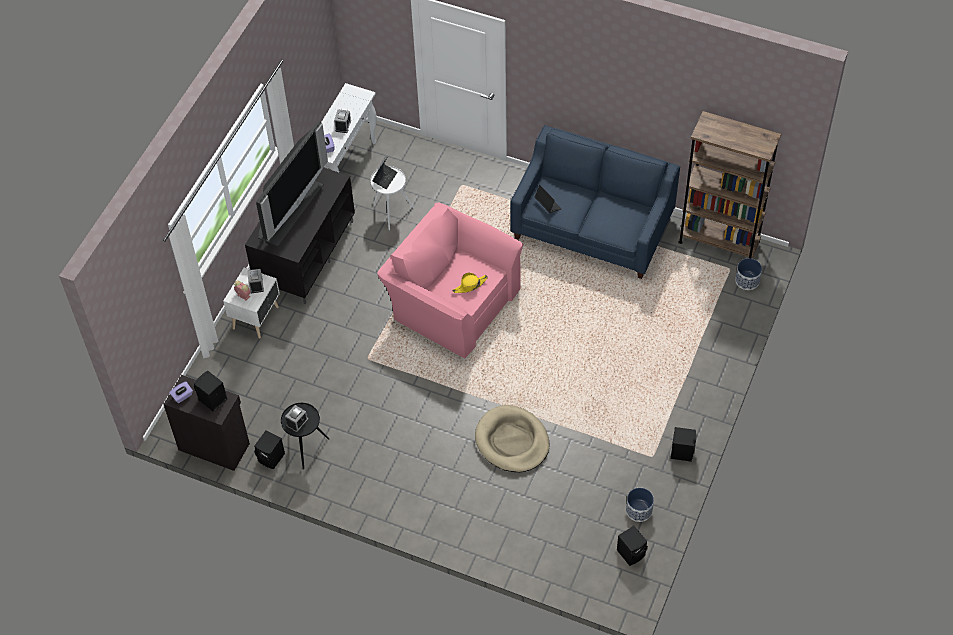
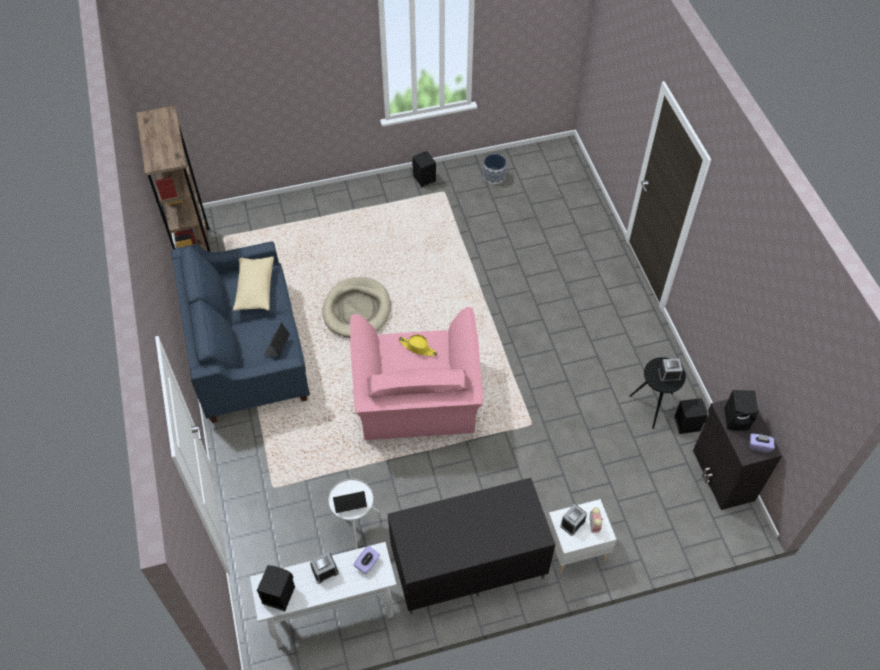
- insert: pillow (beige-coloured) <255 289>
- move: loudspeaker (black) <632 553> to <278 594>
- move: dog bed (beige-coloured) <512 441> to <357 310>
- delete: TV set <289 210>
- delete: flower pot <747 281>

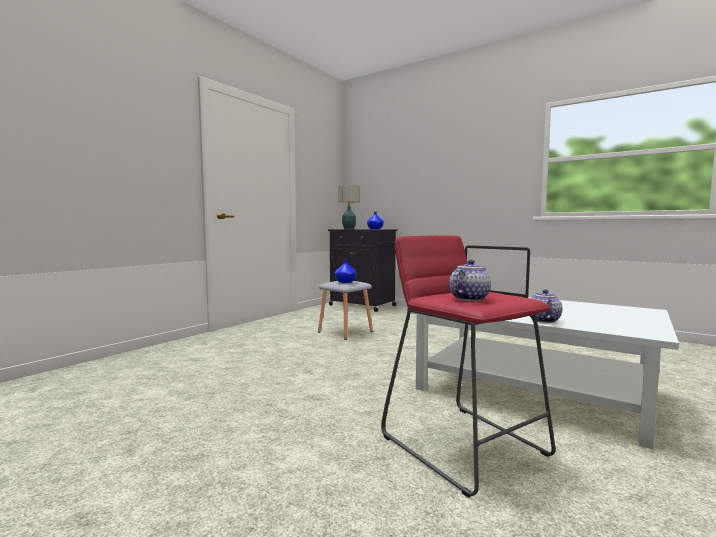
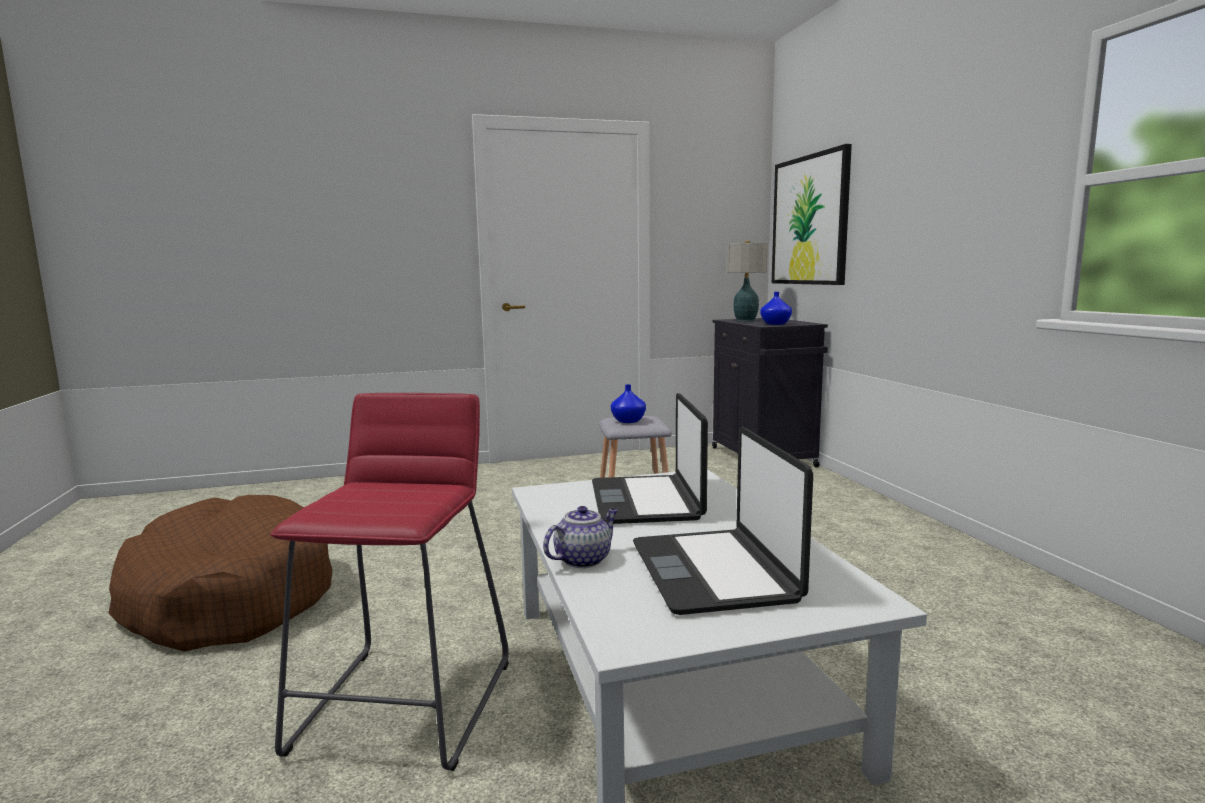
- insert: dog bed (brownish) <230 596>
- insert: portable computer <714 572>
- insert: wall picture <810 220>
- delete: teapot <469 298>

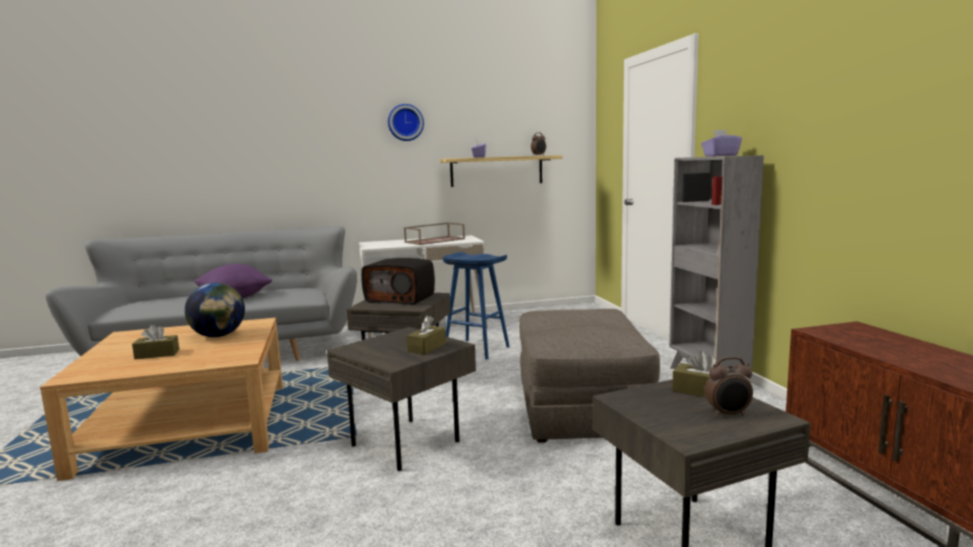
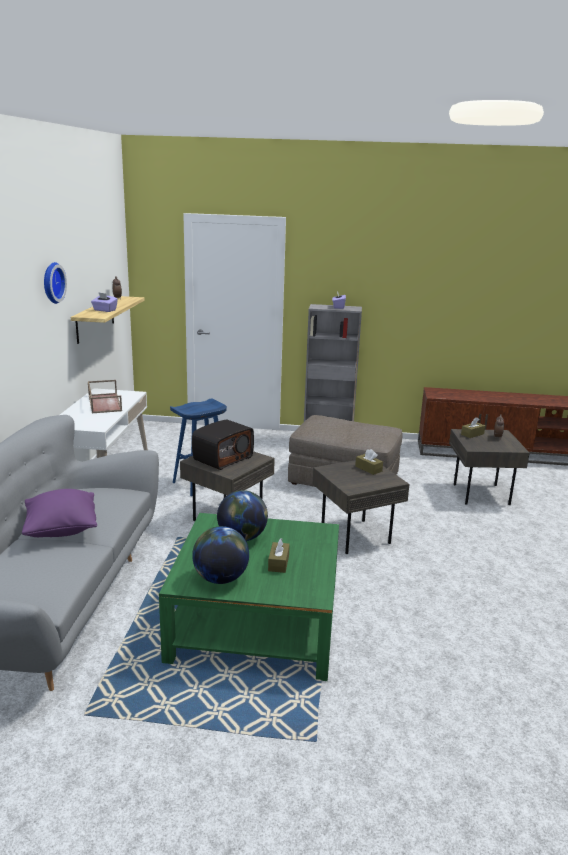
- recolor: coffee table (beige-coloured) <188 425> to coffee table (green) <256 620>
- insert: desk globe <220 578>

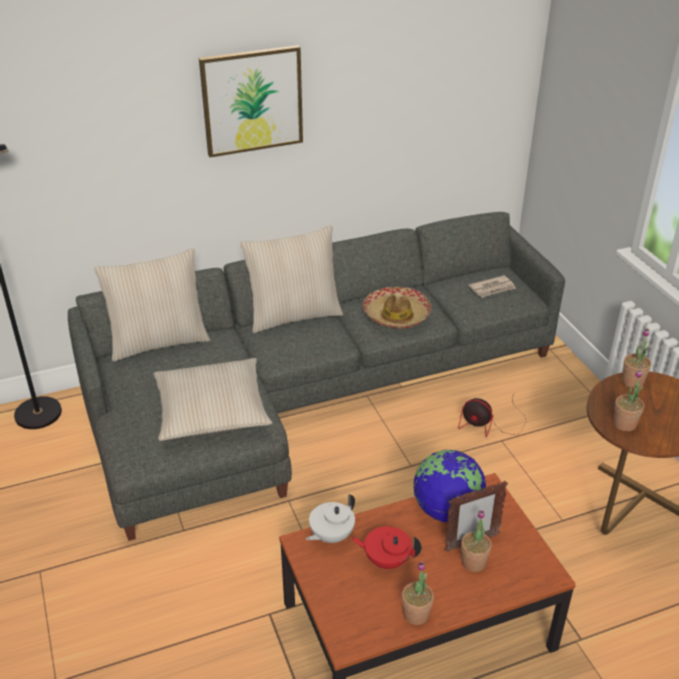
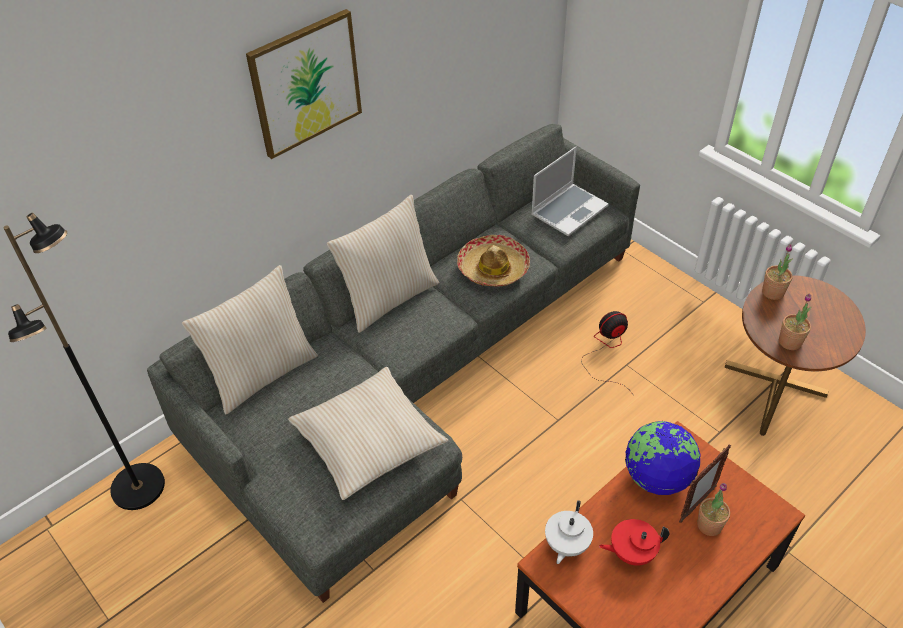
- replace: daily paper <492 288> to portable computer <569 210>
- rotate: electric fan <489 424> = <607 350> 150 degrees clockwise
- delete: plant in a pot <416 614>

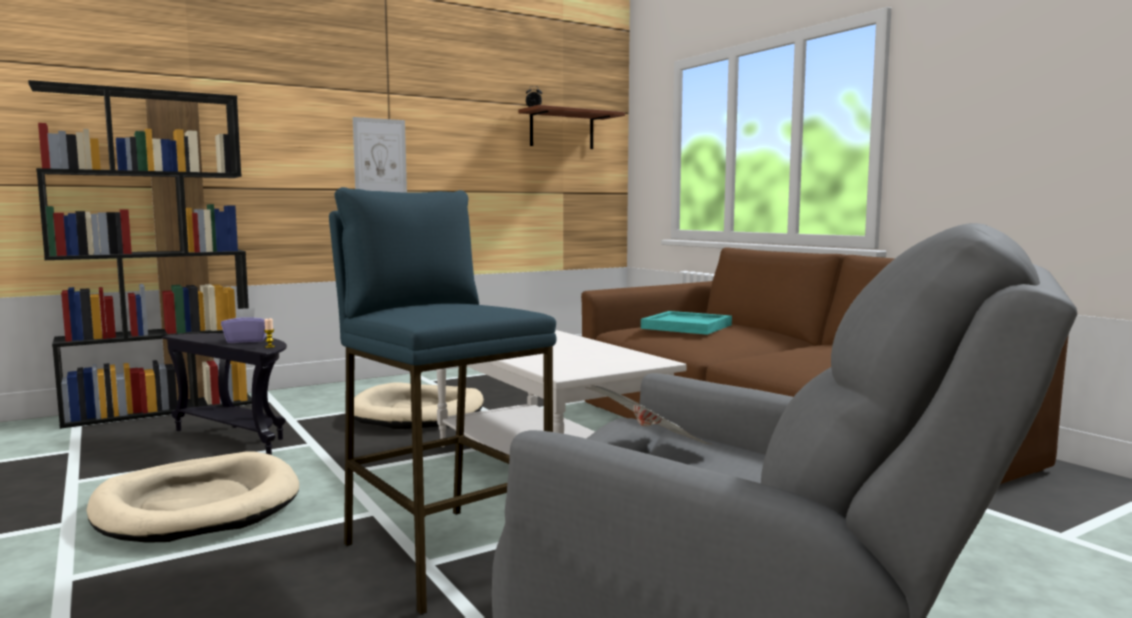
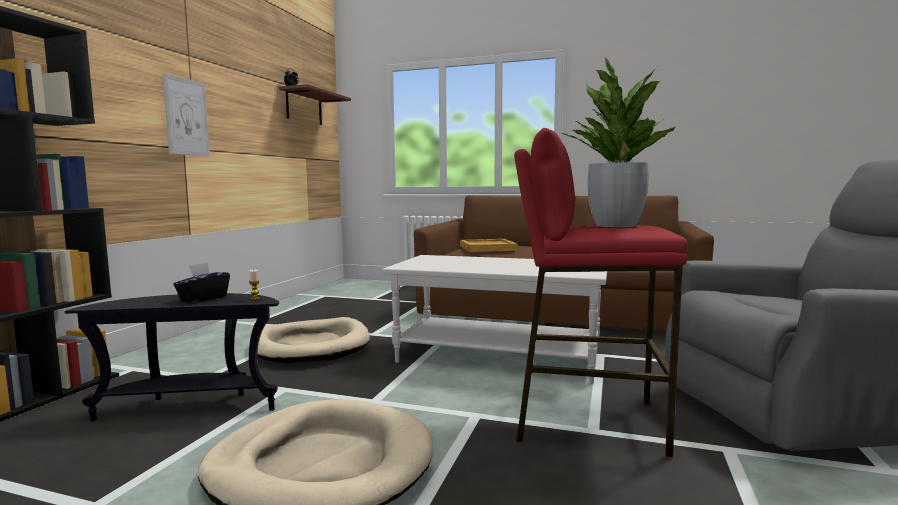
- recolor: tissue box (purple) <246 341> to tissue box (black) <203 298>
- recolor: tray (turquoise) <687 326> to tray (beige-coloured) <488 248>
- recolor: stool (bluish) <444 554> to stool (red) <586 421>
- insert: plant in a pot <616 225>
- delete: daily paper <650 449>

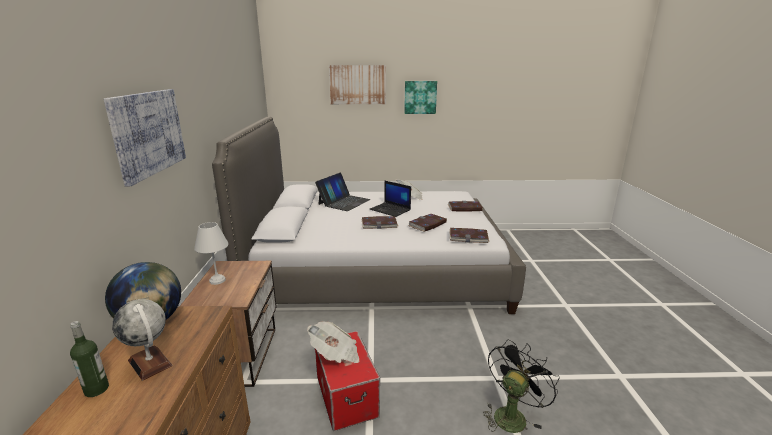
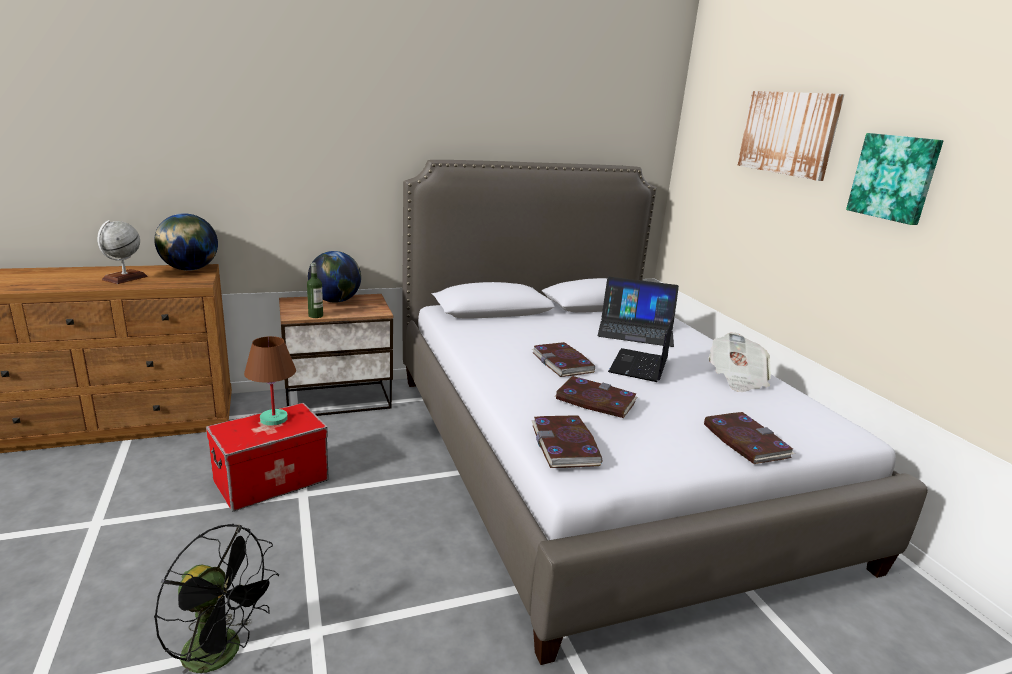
- replace: daily paper <335 354> to table lamp (brownish) <274 419>
- move: beverage bottle <96 389> to <315 315>
- replace: table lamp (white) <217 280> to desk globe <335 301>
- delete: wall picture <148 133>

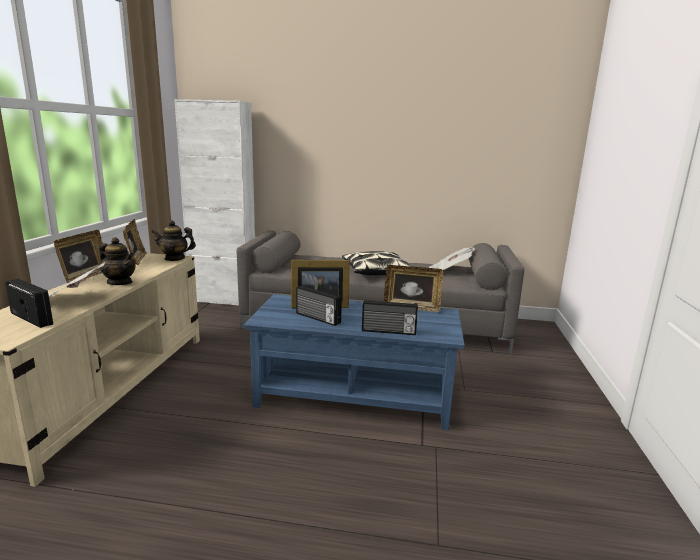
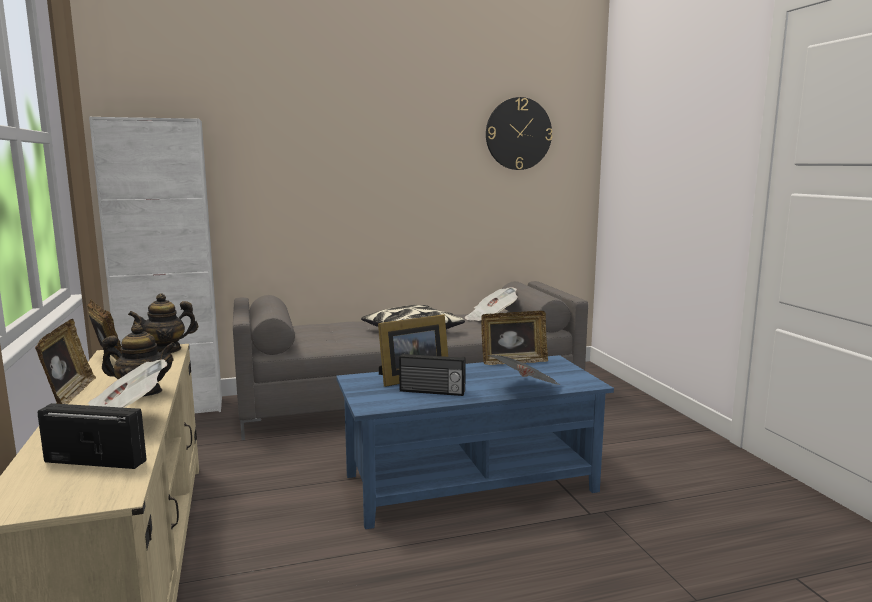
- insert: wall clock <518 134>
- replace: radio receiver <388 331> to daily paper <526 390>

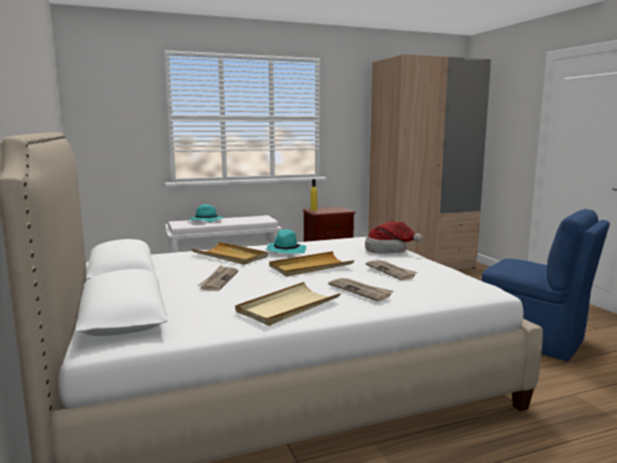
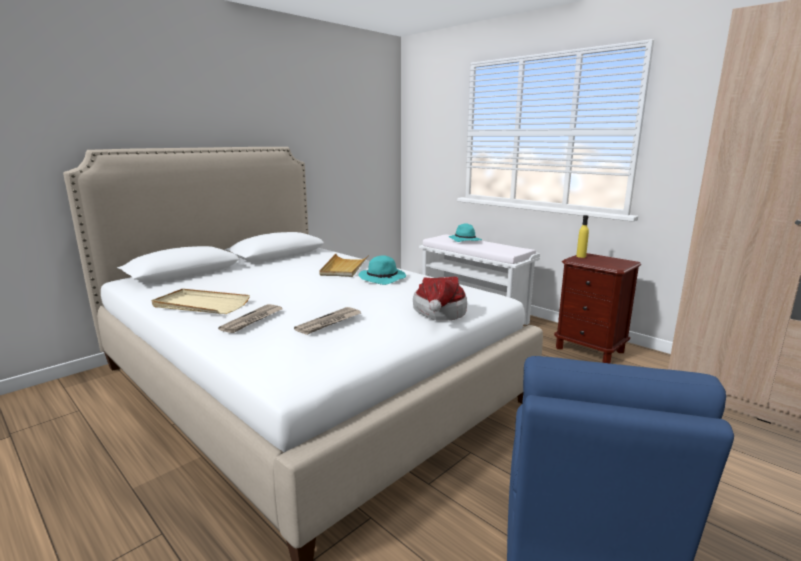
- delete: daily paper <219 280>
- delete: tray (beige-coloured) <310 267>

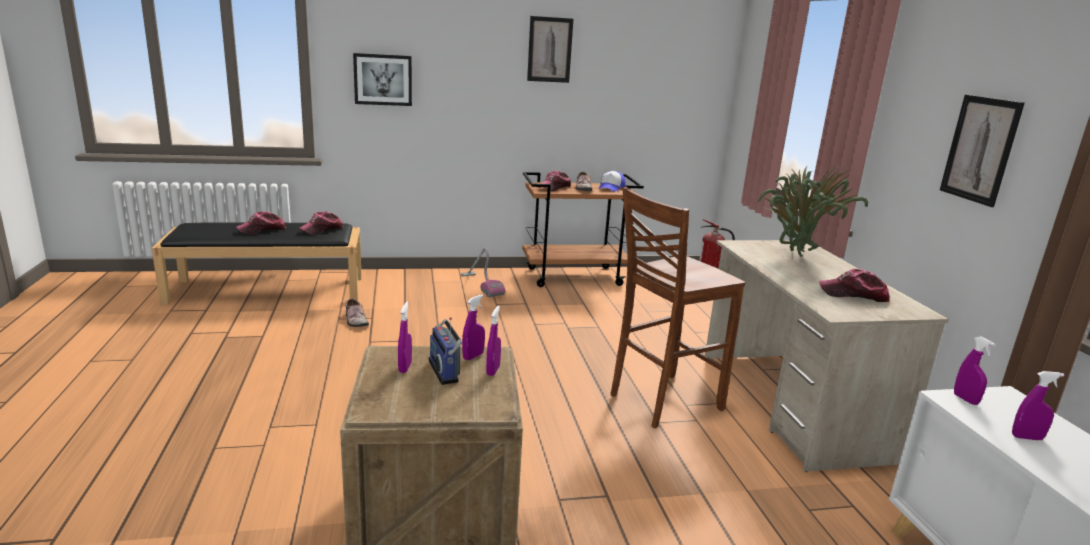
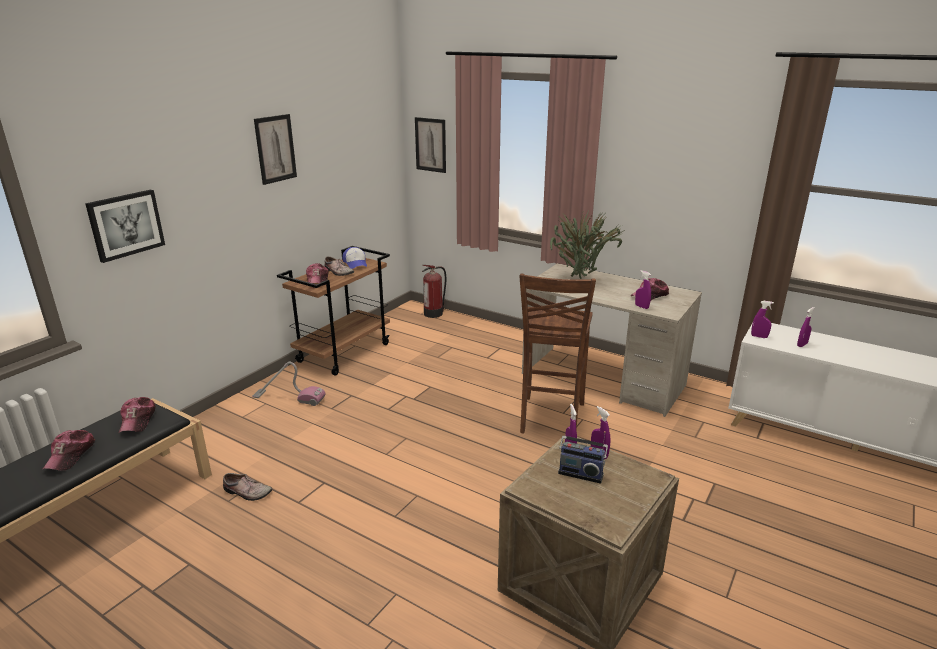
- move: wall picture <980 149> to <430 145>
- move: hand sprayer (purple) <405 367> to <641 307>

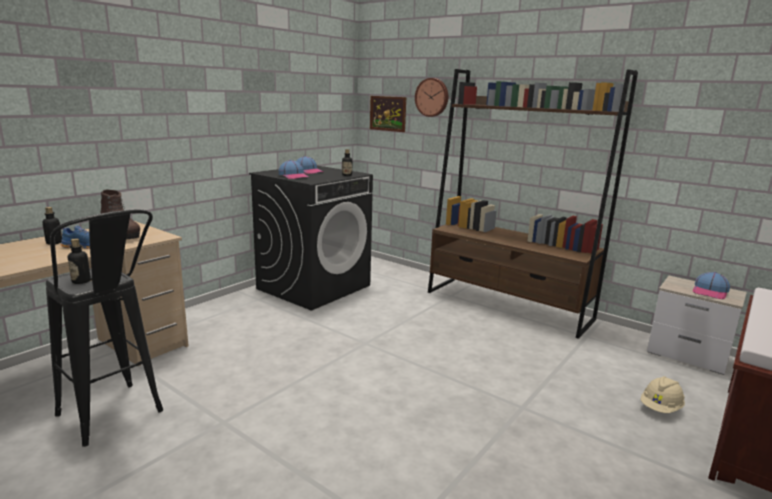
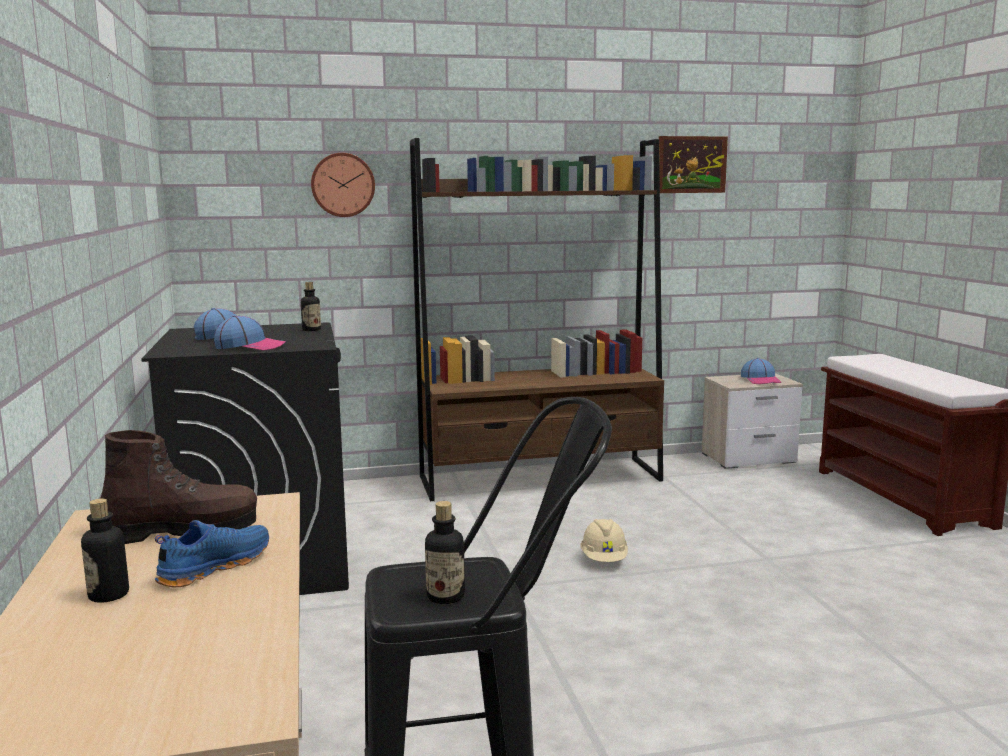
- move: hard hat (beige-coloured) <660 408> to <604 559>
- move: wall picture <388 113> to <691 164>

